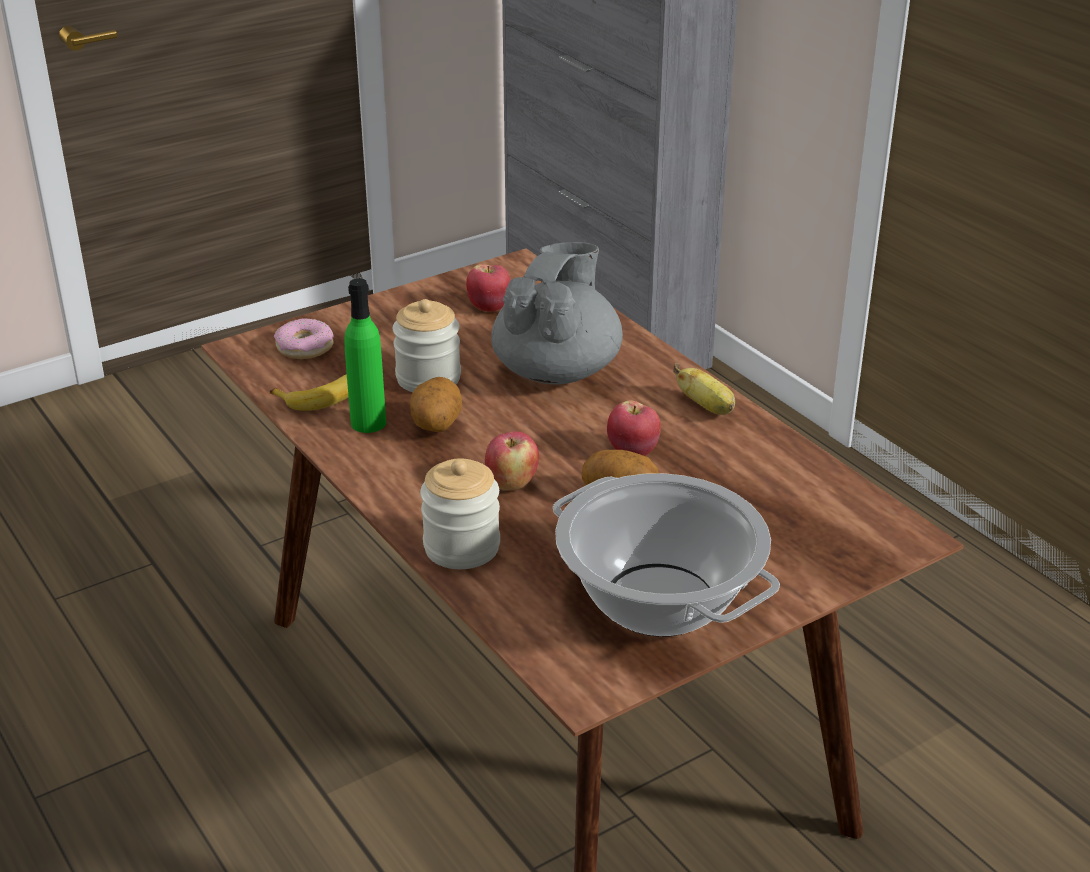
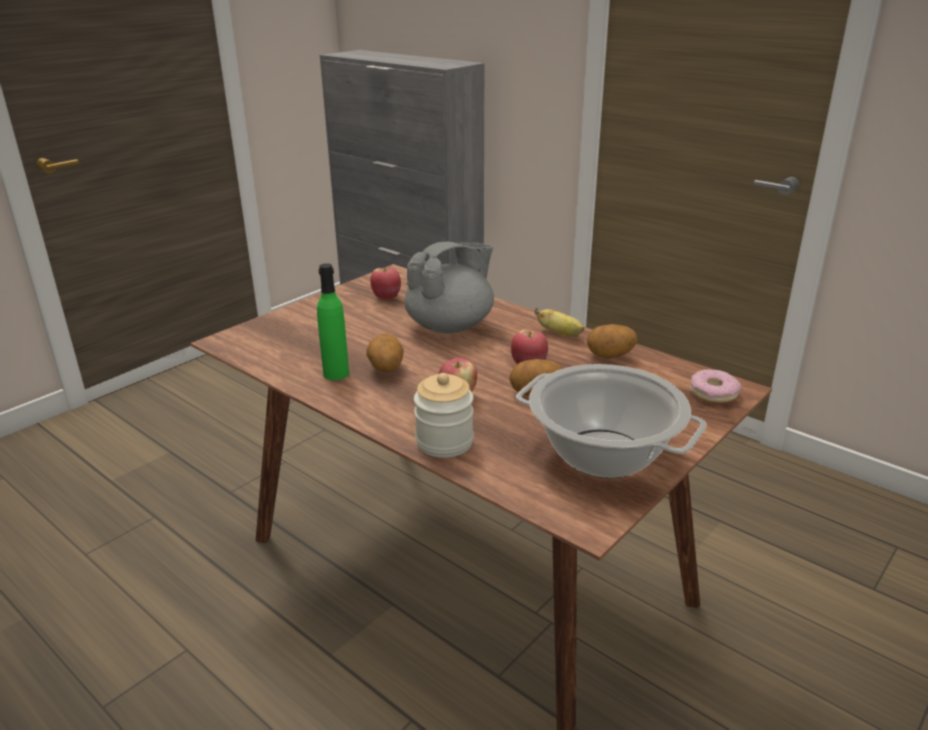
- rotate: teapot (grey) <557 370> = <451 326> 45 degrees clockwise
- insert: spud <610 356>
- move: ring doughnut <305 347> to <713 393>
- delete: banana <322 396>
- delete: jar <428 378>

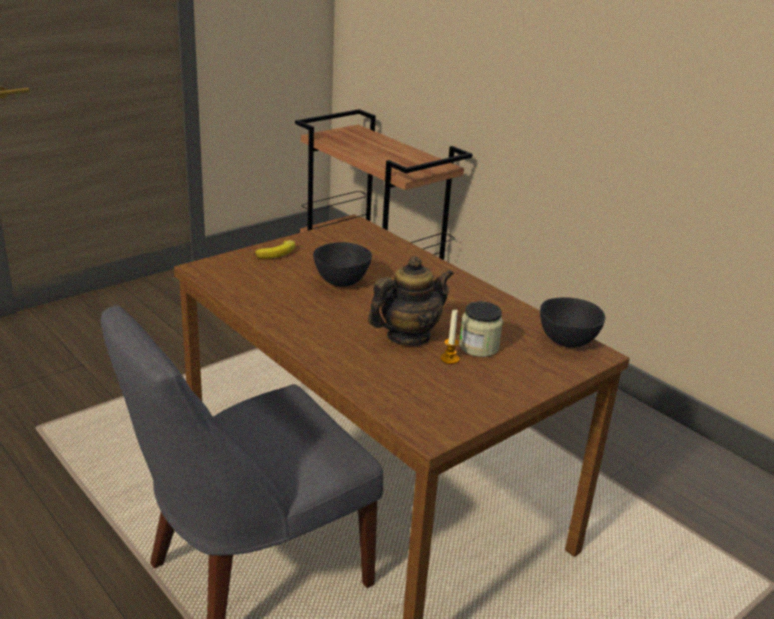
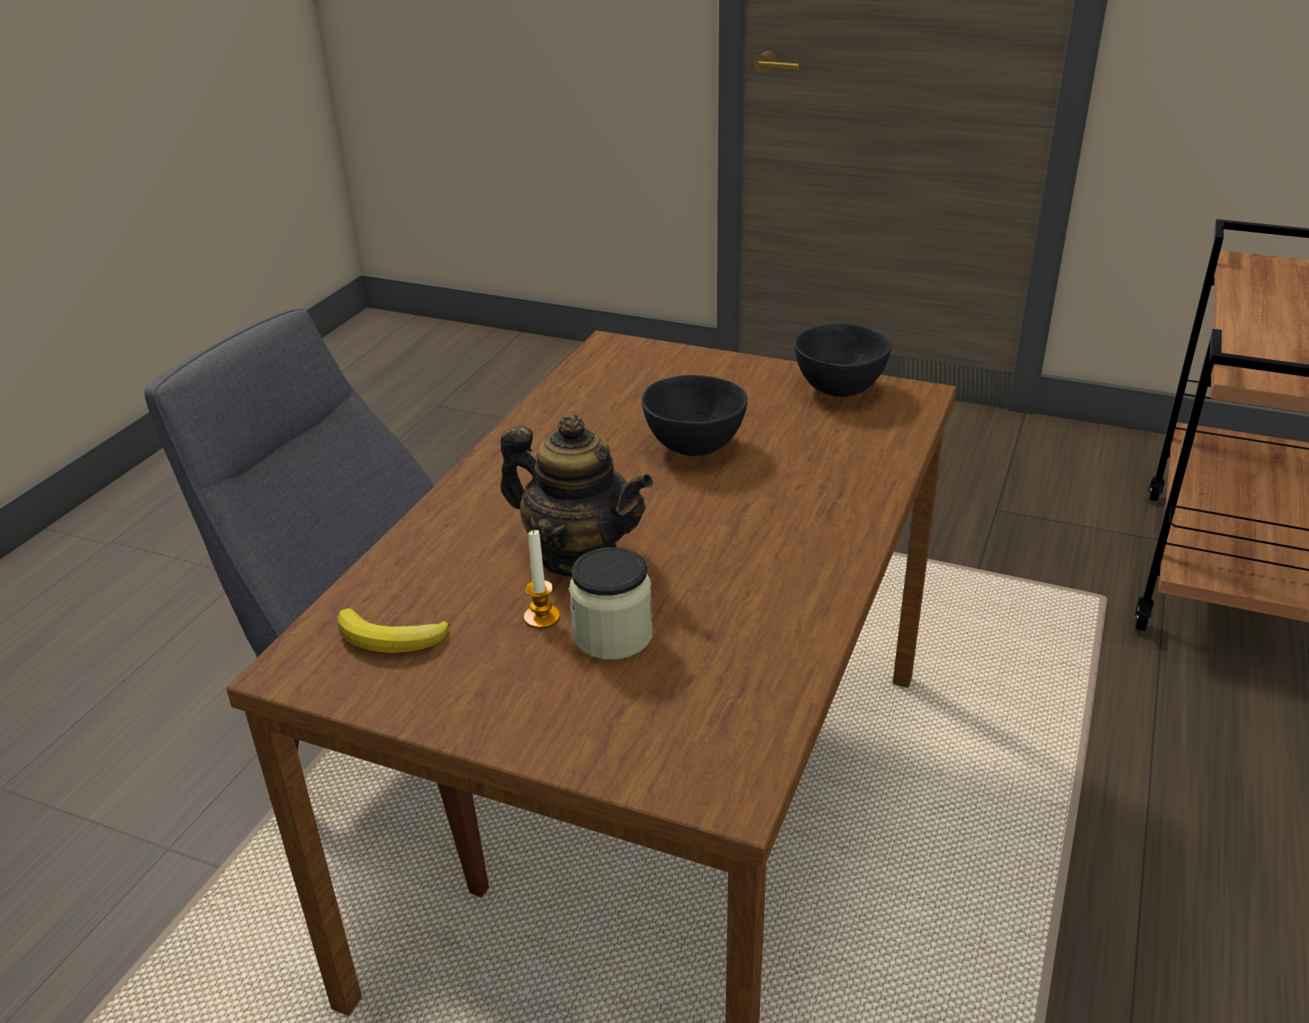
- move: banana <278 252> to <391 638>
- move: serving bowl (black) <567 342> to <838 390>

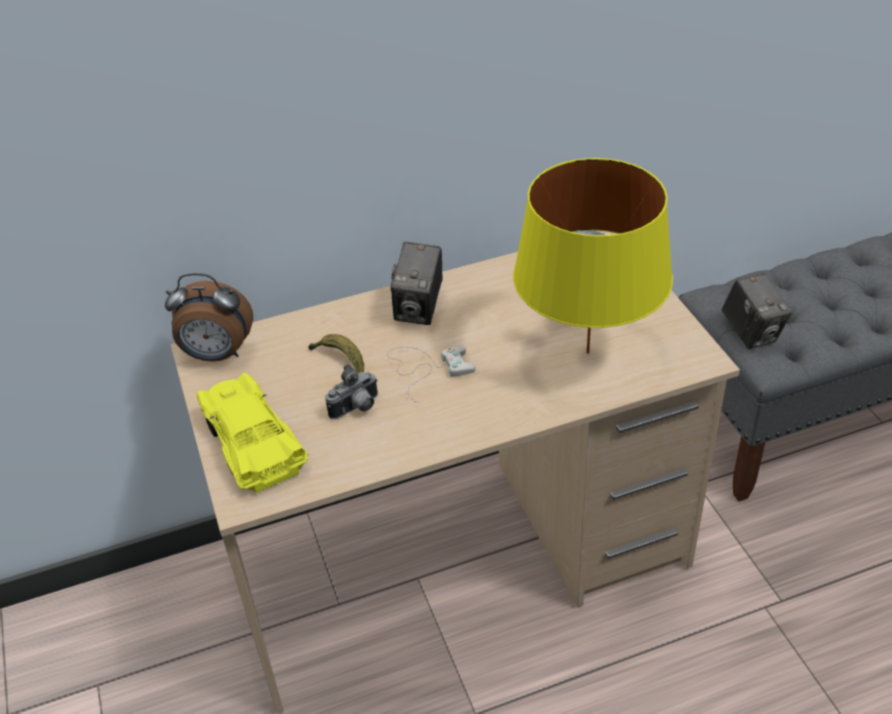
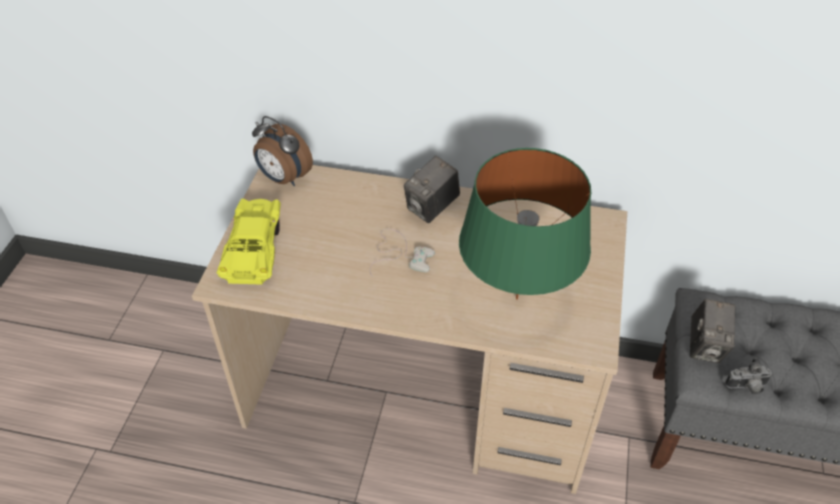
- recolor: table lamp (yellowish) <588 352> to table lamp (green) <517 299>
- move: photo camera <356 409> to <746 387>
- delete: banana <341 359>

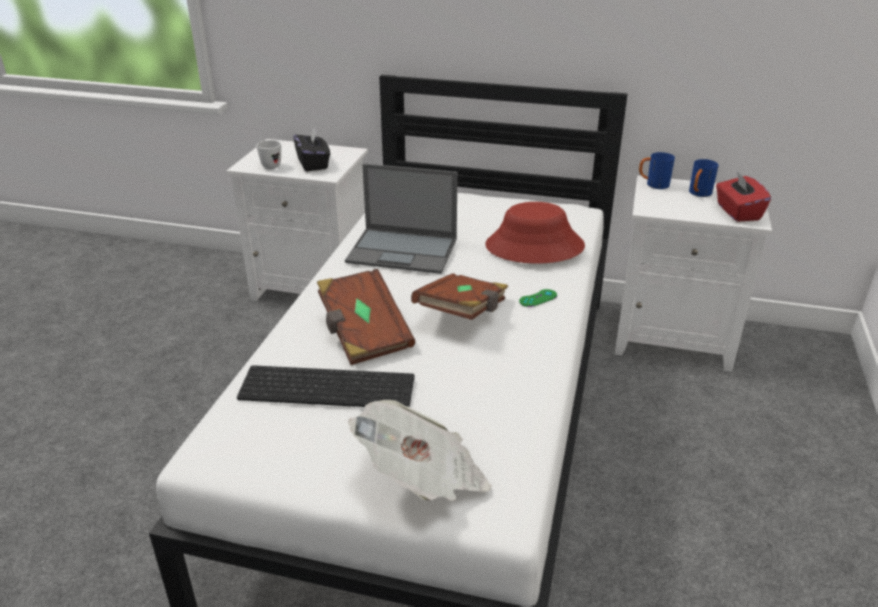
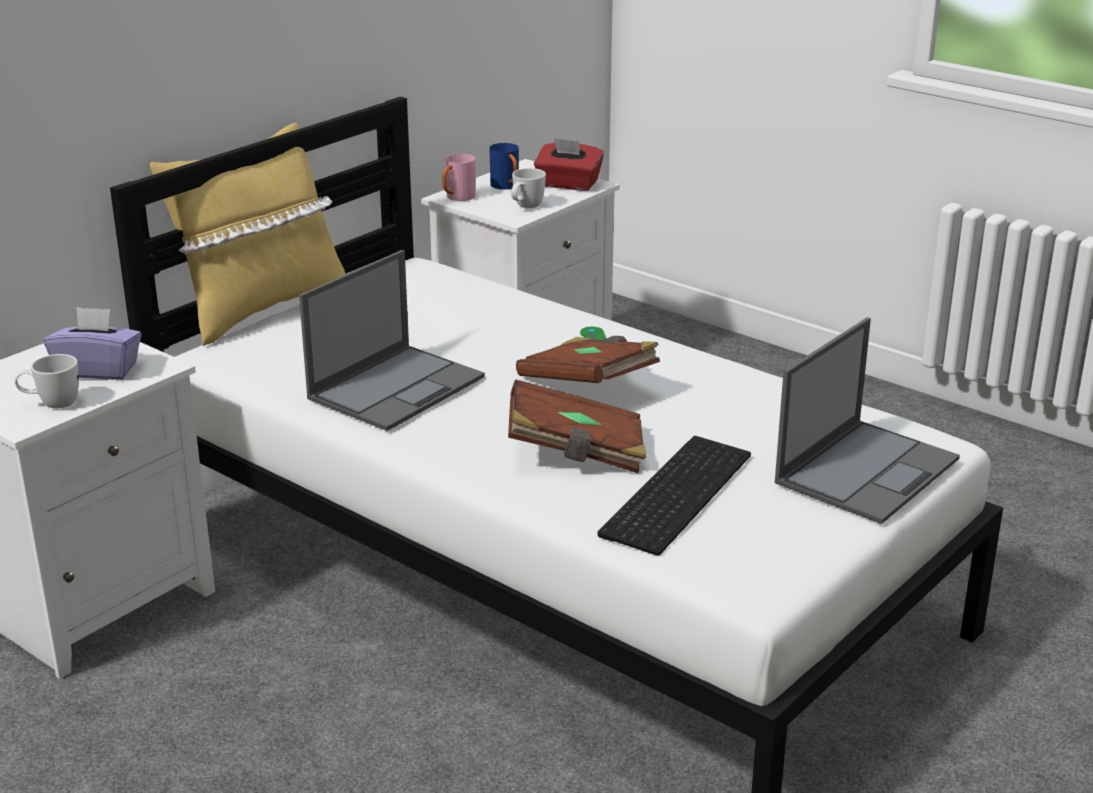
- recolor: tissue box (black) <313 164> to tissue box (purple) <98 370>
- insert: pillow (yellowish) <261 310>
- recolor: tea mug (bluish) <653 185> to tea mug (pink) <457 198>
- insert: tea mug (white) <525 207>
- replace: daily paper <423 478> to portable computer <867 470>
- delete: wearable hat (red) <534 246>

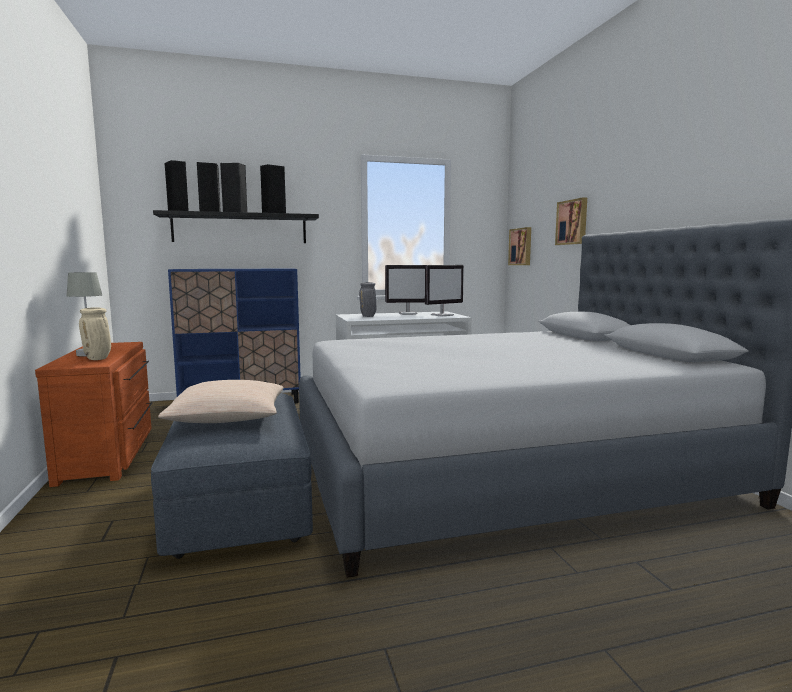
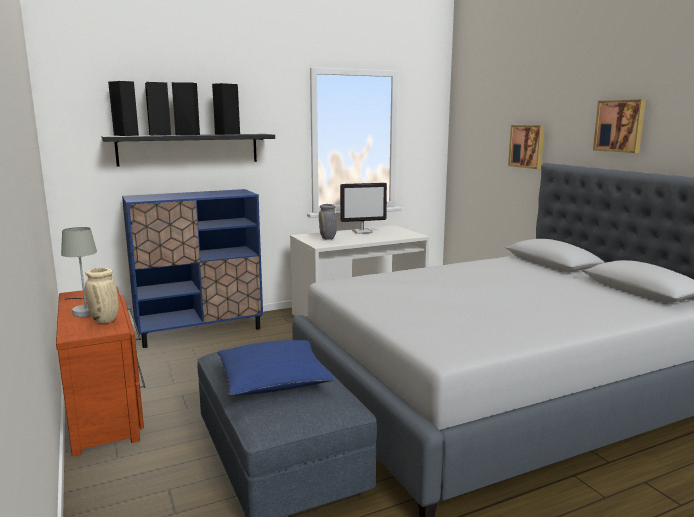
- recolor: pillow (beige-coloured) <228 417> to pillow (bluish) <273 381>
- move: wall picture <521 246> to <620 126>
- delete: computer display <442 315>

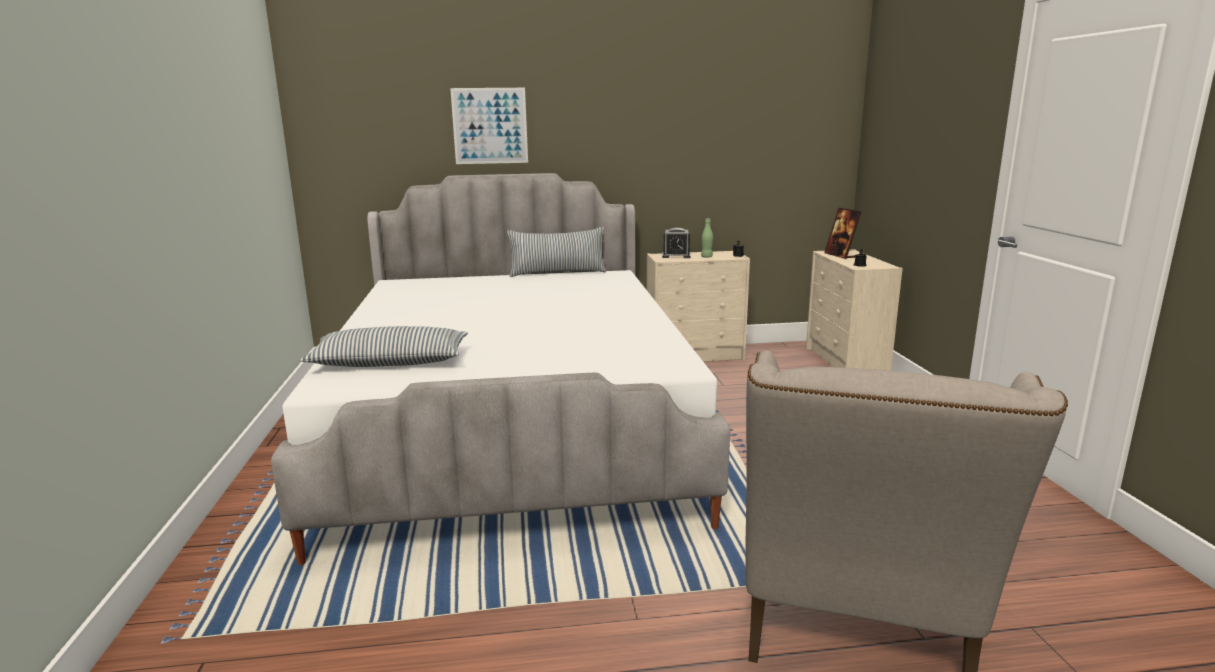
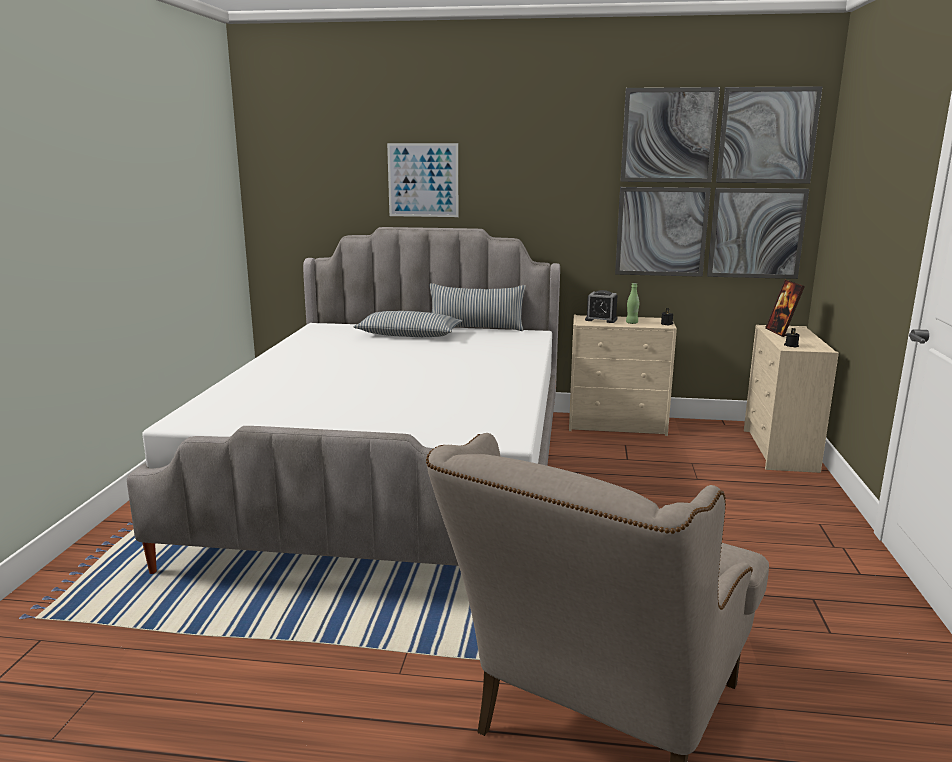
- move: pillow <389 362> to <408 335>
- insert: wall picture <712 185>

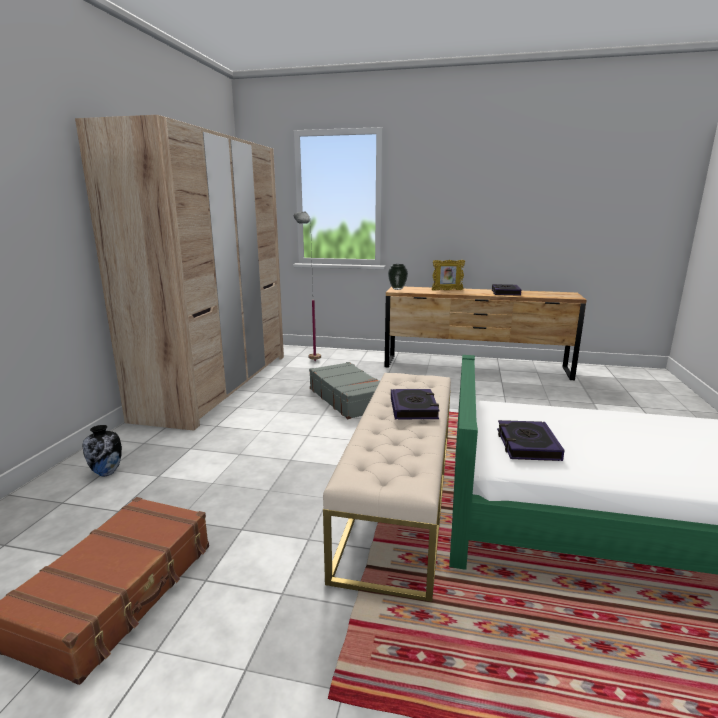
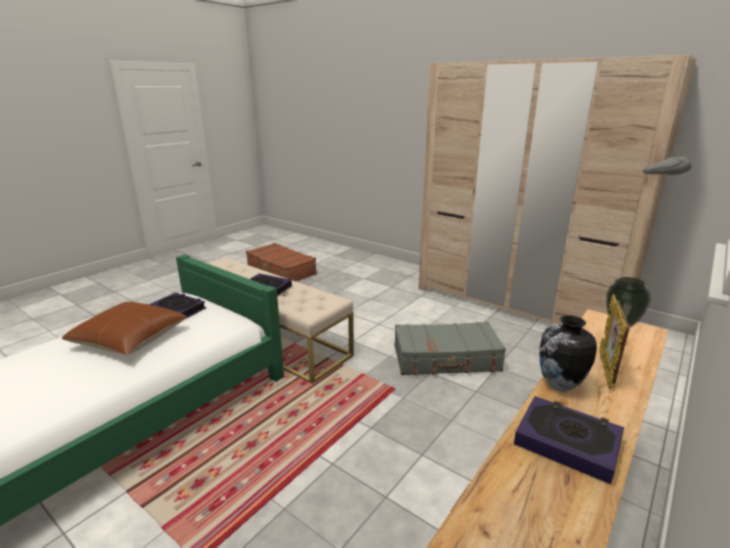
- insert: pillow (brownish) <130 339>
- move: flower vase <107 473> to <559 385>

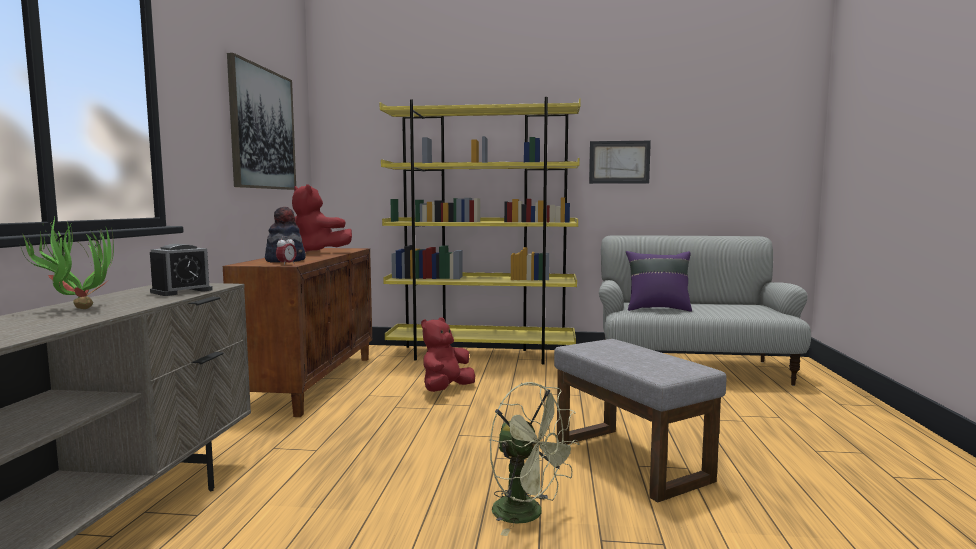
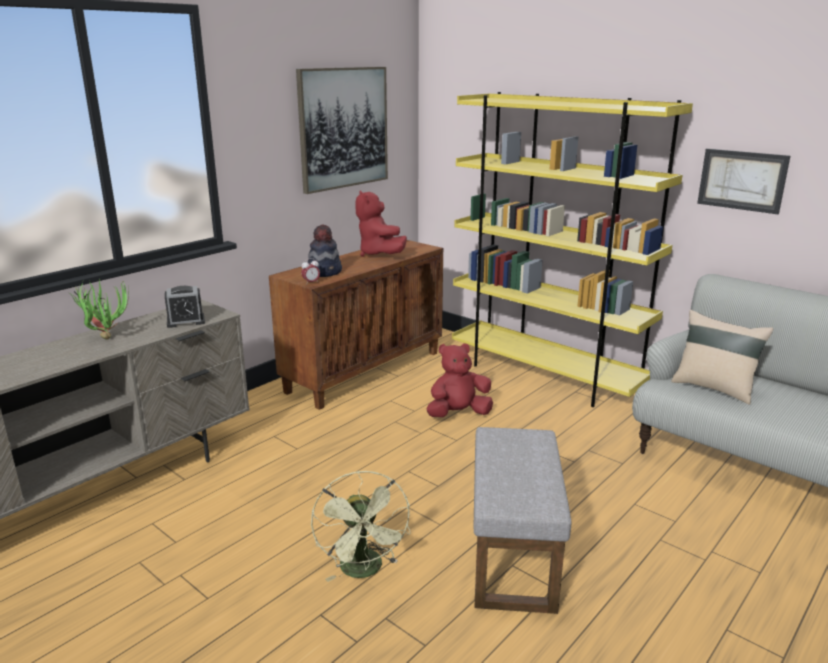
- recolor: pillow (purple) <657 309> to pillow (beige-coloured) <714 388>

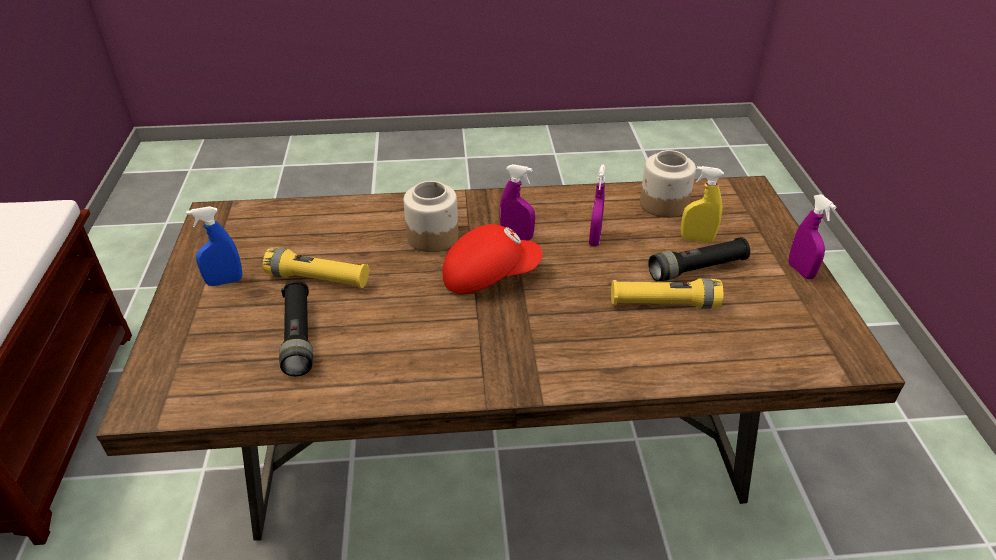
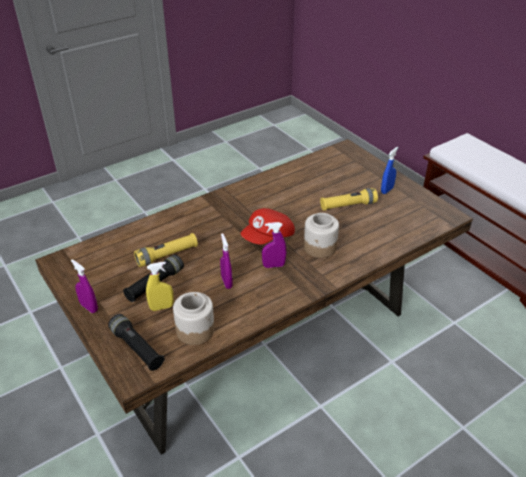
- move: hand torch (black) <298 337> to <137 348>

